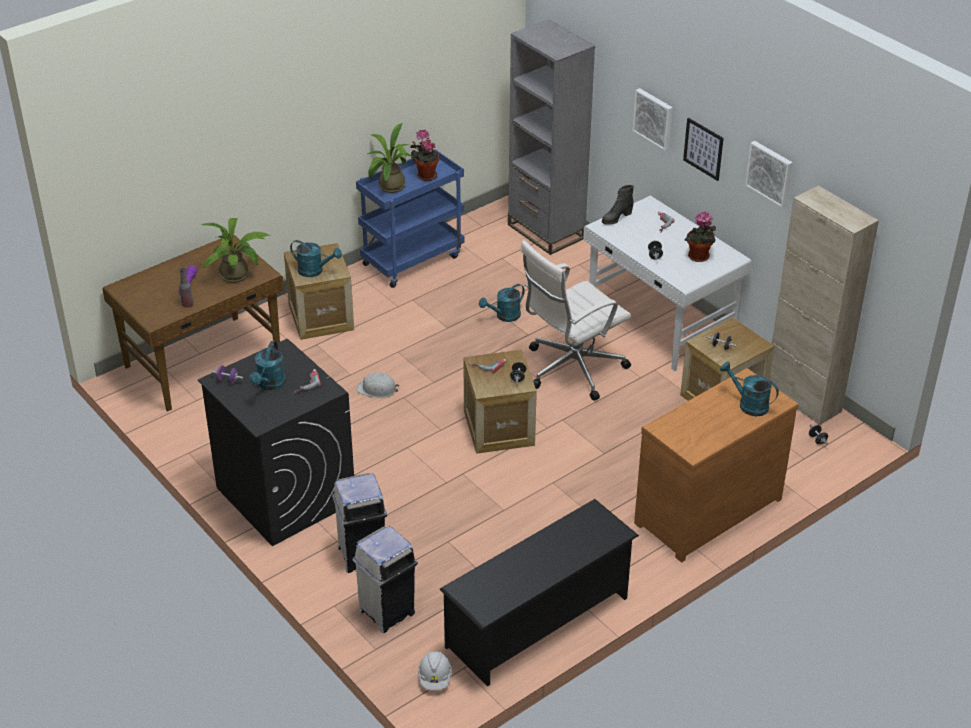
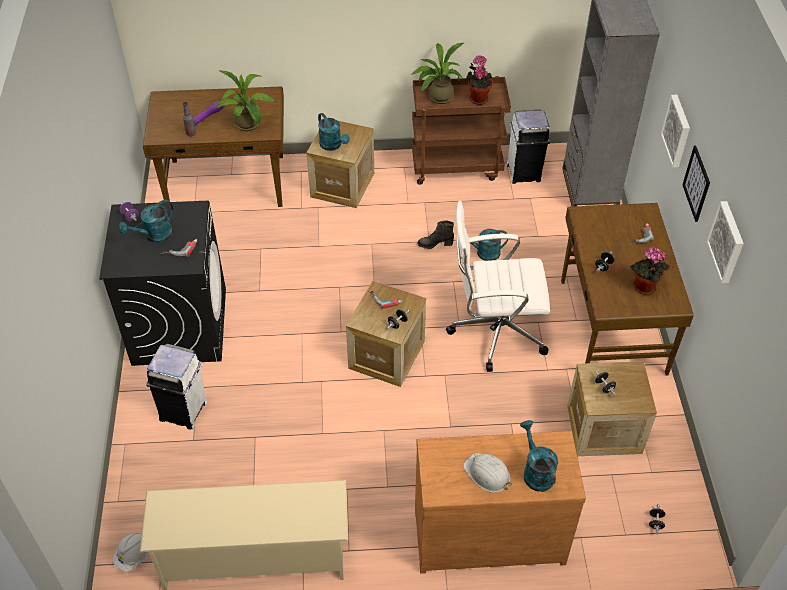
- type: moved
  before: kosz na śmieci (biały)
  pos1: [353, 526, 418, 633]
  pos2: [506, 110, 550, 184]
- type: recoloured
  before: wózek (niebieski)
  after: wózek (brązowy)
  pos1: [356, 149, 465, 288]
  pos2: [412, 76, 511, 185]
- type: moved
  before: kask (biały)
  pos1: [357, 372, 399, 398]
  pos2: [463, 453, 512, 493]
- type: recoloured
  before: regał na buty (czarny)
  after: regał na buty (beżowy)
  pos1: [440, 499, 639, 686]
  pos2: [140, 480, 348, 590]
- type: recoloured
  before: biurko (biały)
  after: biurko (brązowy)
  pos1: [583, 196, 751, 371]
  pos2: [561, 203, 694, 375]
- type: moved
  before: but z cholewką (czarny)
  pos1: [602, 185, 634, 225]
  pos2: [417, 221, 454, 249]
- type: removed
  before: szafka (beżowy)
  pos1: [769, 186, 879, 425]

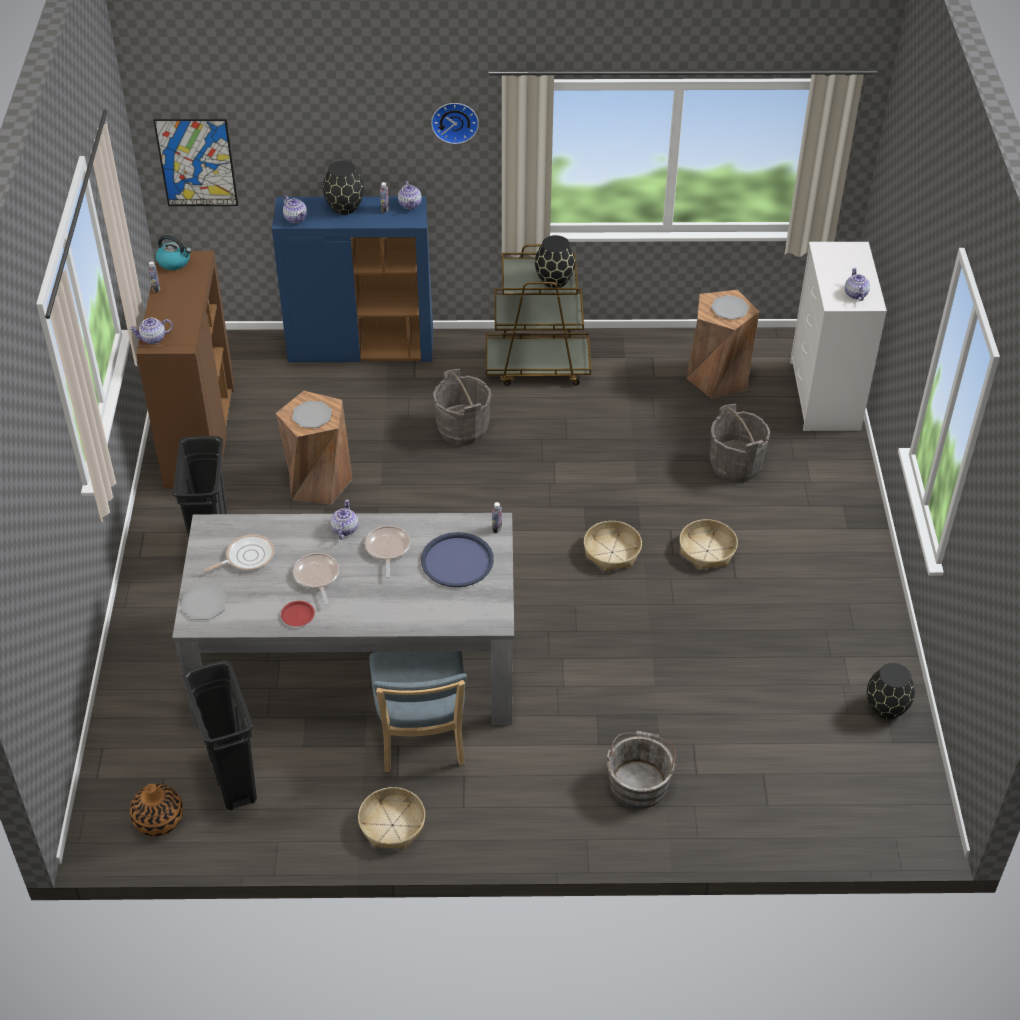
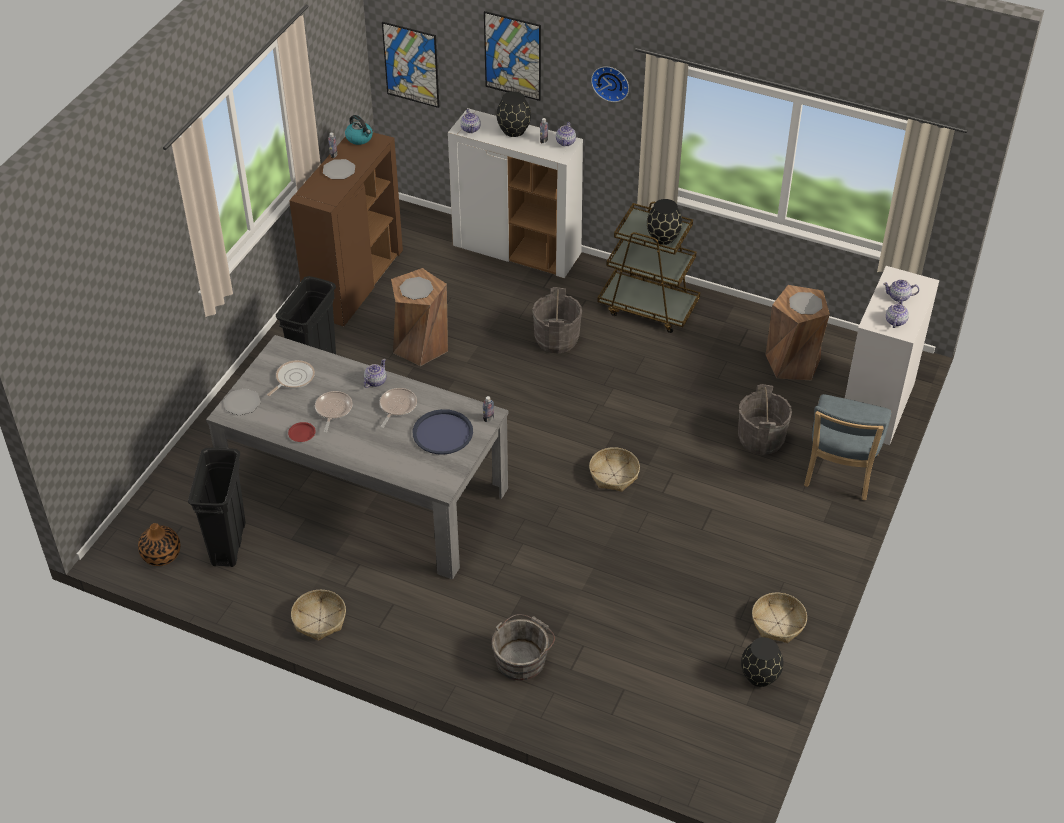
- type: moved
  before: imbryk
  pos1: [129, 318, 173, 344]
  pos2: [883, 279, 919, 302]
- type: turned
  before: patelnia
  pos1: [205, 534, 274, 572]
  pos2: [267, 360, 315, 396]
  turn: -45
- type: recoloured
  before: szafka (niebieski)
  after: szafka (biały)
  pos1: [272, 196, 433, 363]
  pos2: [448, 108, 583, 278]
- type: moved
  before: krzesło (niebieski)
  pos1: [369, 651, 467, 772]
  pos2: [804, 394, 891, 500]
- type: moved
  before: koszyk
  pos1: [679, 519, 738, 570]
  pos2: [752, 593, 807, 643]
- type: added
  after: talerz
  pos2: [323, 159, 355, 179]
- type: added
  after: obraz
  pos2: [484, 11, 541, 101]

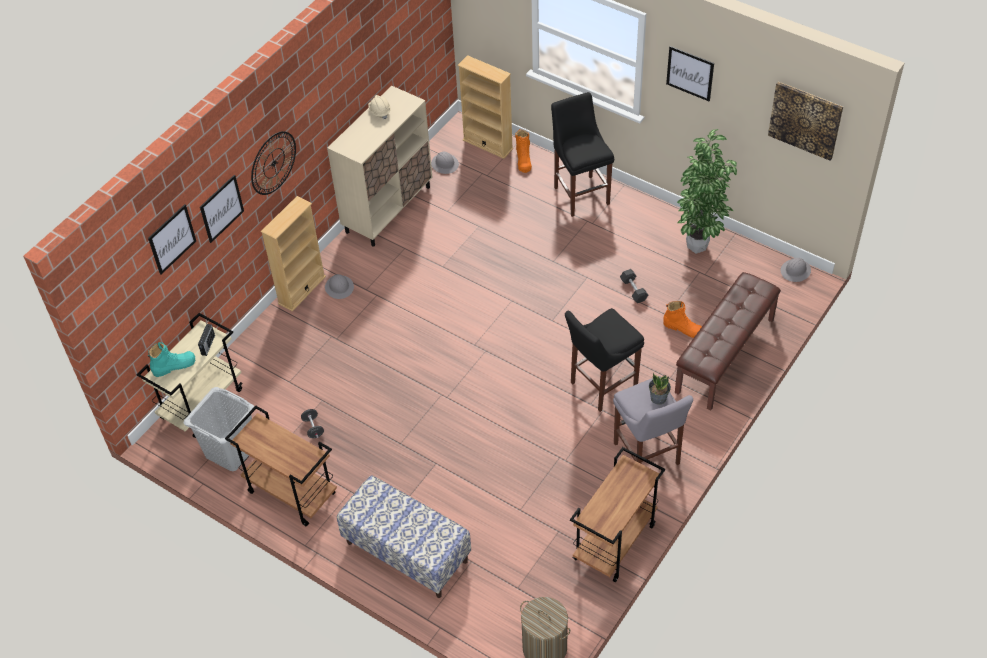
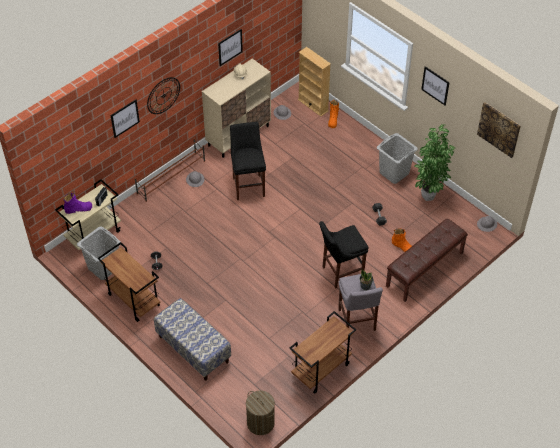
- type: moved
  before: obraz
  pos1: [148, 204, 196, 274]
  pos2: [218, 29, 243, 66]
- type: recoloured
  before: but z cholewką (turkusowy)
  after: but z cholewką (fioletowy)
  pos1: [148, 342, 195, 377]
  pos2: [63, 193, 92, 214]
- type: replaced
  before: regał (beżowy)
  after: regał na buty (brązowy)
  pos1: [261, 196, 326, 312]
  pos2: [135, 138, 205, 202]
- type: moved
  before: stołek (czarny)
  pos1: [551, 92, 614, 217]
  pos2: [230, 122, 266, 200]
- type: added
  after: kosz na pranie (szary)
  pos2: [377, 133, 418, 184]

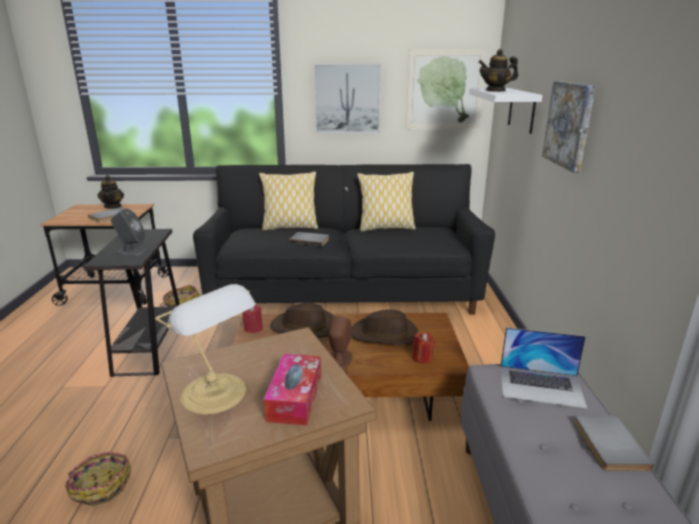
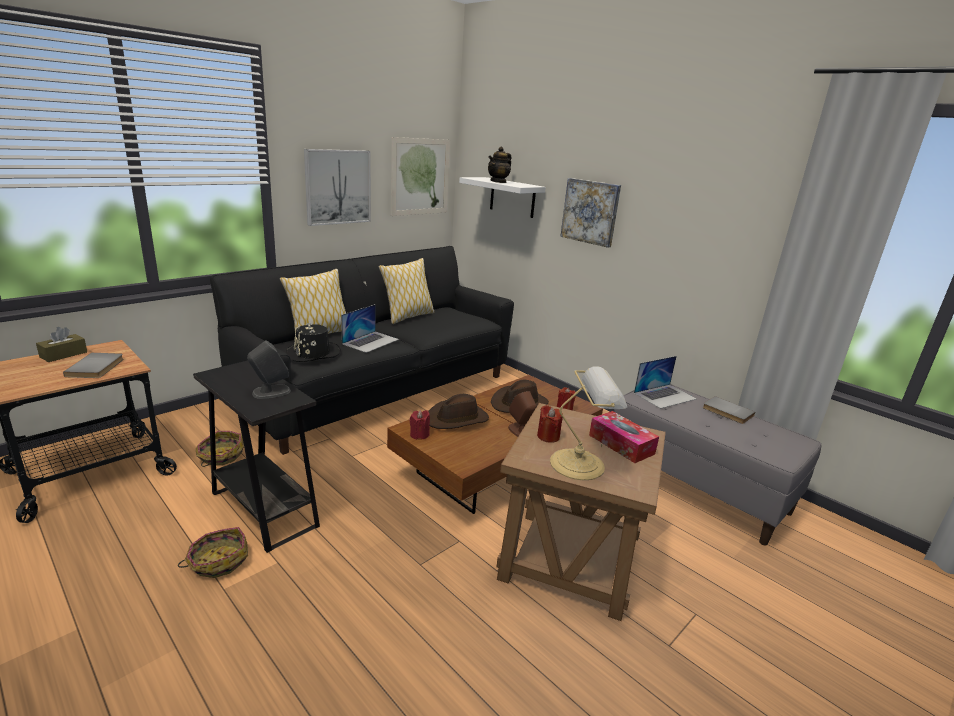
- type: moved
  before: koszyk
  pos1: [65, 452, 131, 506]
  pos2: [178, 527, 248, 578]
- type: replaced
  before: imbryk
  after: pudełko chusteczek (brązowy)
  pos1: [98, 175, 124, 209]
  pos2: [36, 327, 87, 362]
- type: replaced
  before: książka (szary)
  after: laptop
  pos1: [289, 232, 329, 246]
  pos2: [341, 304, 399, 353]
- type: added
  after: kapelusz (czarny)
  pos2: [286, 323, 341, 362]
- type: added
  after: świeca (czerwony)
  pos2: [537, 405, 563, 443]

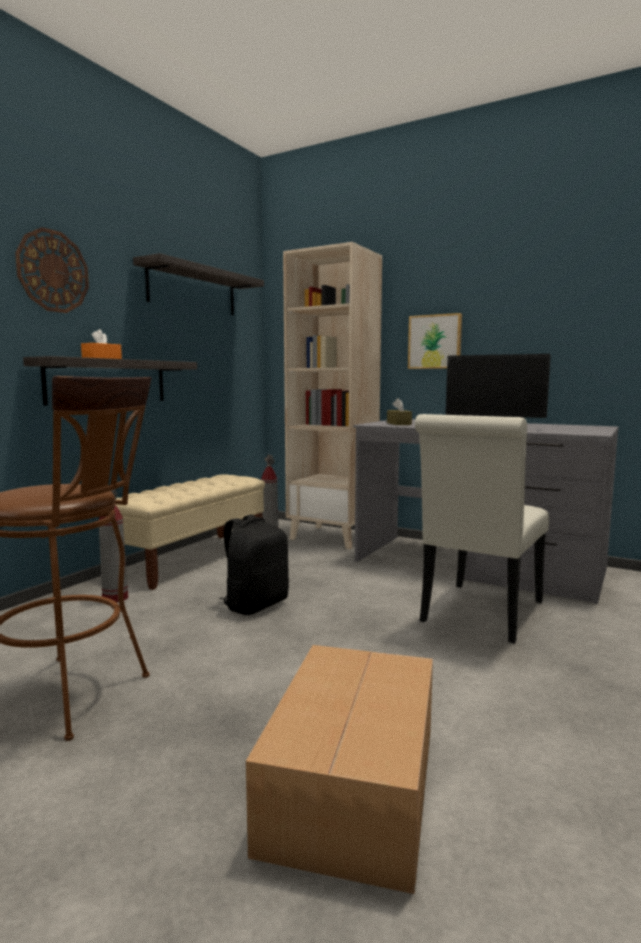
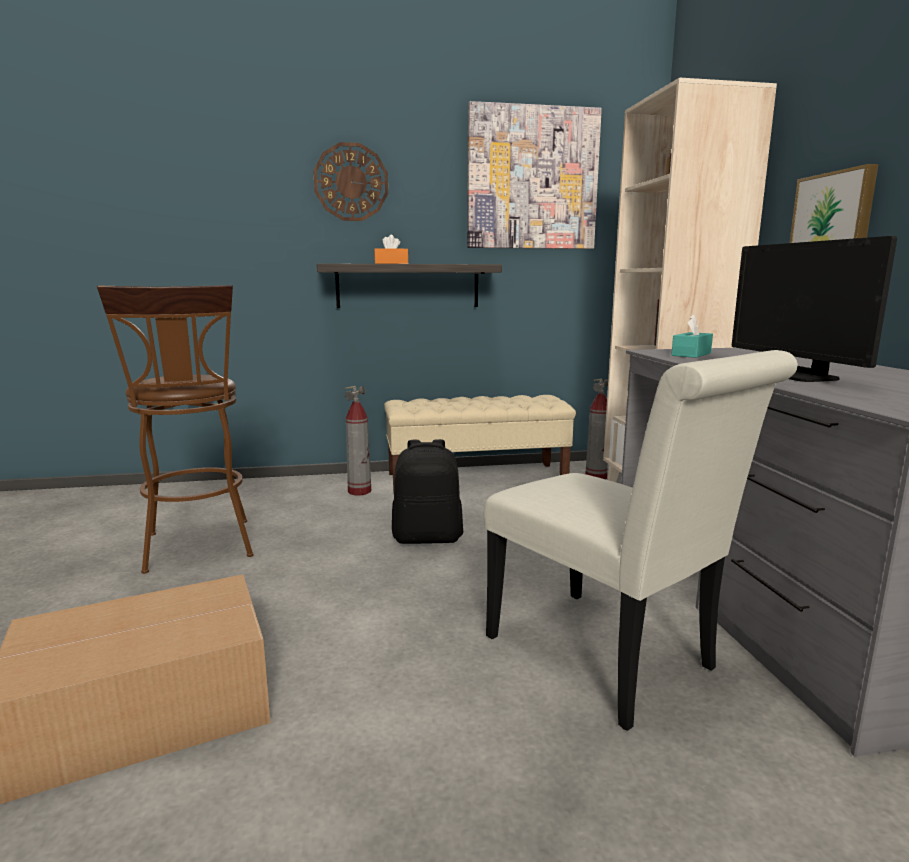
- type: replaced
  before: półka
  after: obraz
  pos1: [133, 253, 264, 315]
  pos2: [467, 101, 602, 249]
- type: recoloured
  before: pudełko chusteczek (brązowy)
  after: pudełko chusteczek (turkusowy)
  pos1: [387, 398, 412, 425]
  pos2: [671, 315, 713, 358]
- type: turned
  before: krzesło (biały)
  pos1: [415, 414, 549, 644]
  pos2: [484, 350, 798, 731]
  turn: -120

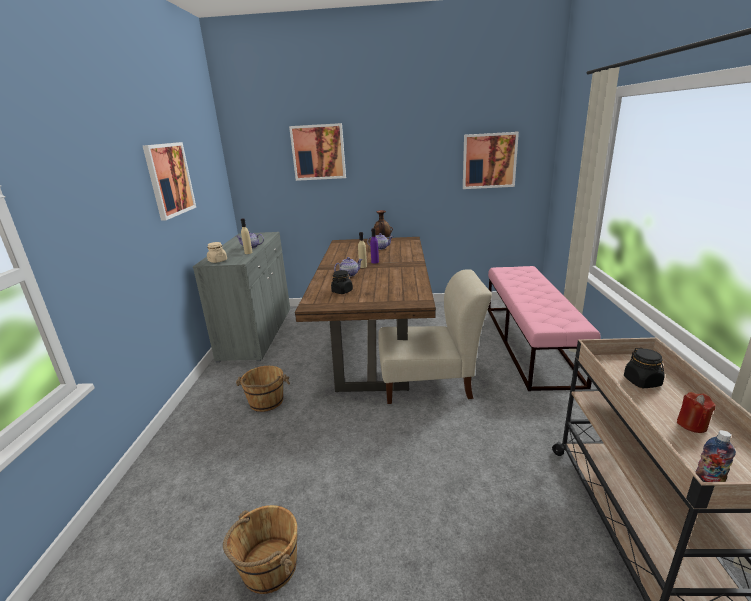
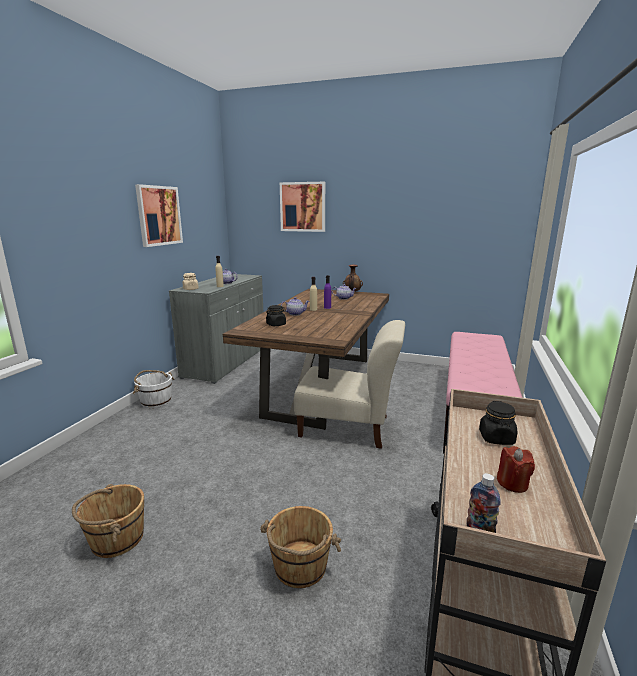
- type: moved
  before: wiadro (brązowy)
  pos1: [236, 366, 290, 412]
  pos2: [260, 506, 341, 588]
- type: removed
  before: obraz
  pos1: [463, 132, 519, 189]
- type: added
  after: wiadro (biały)
  pos2: [133, 370, 174, 408]

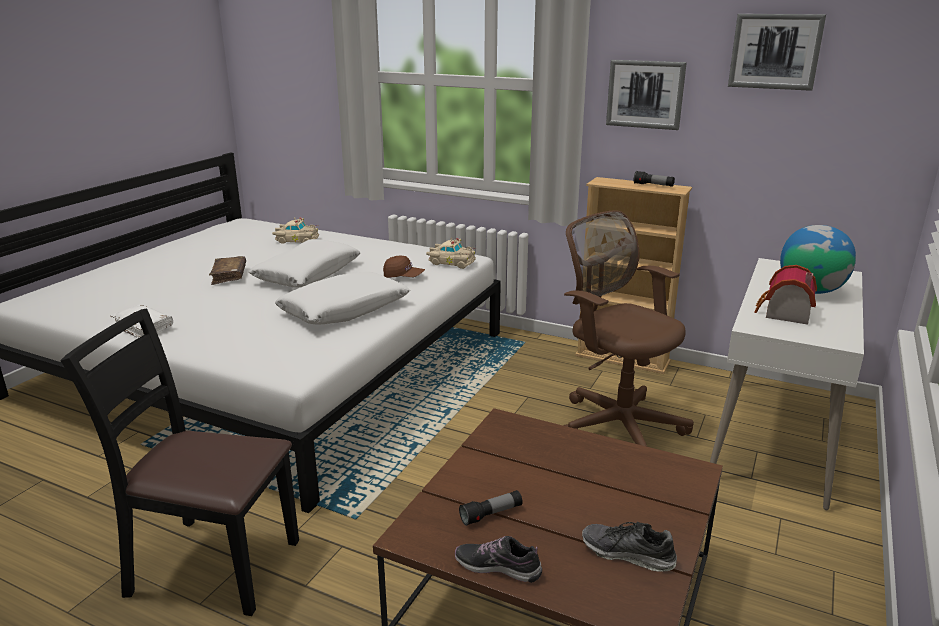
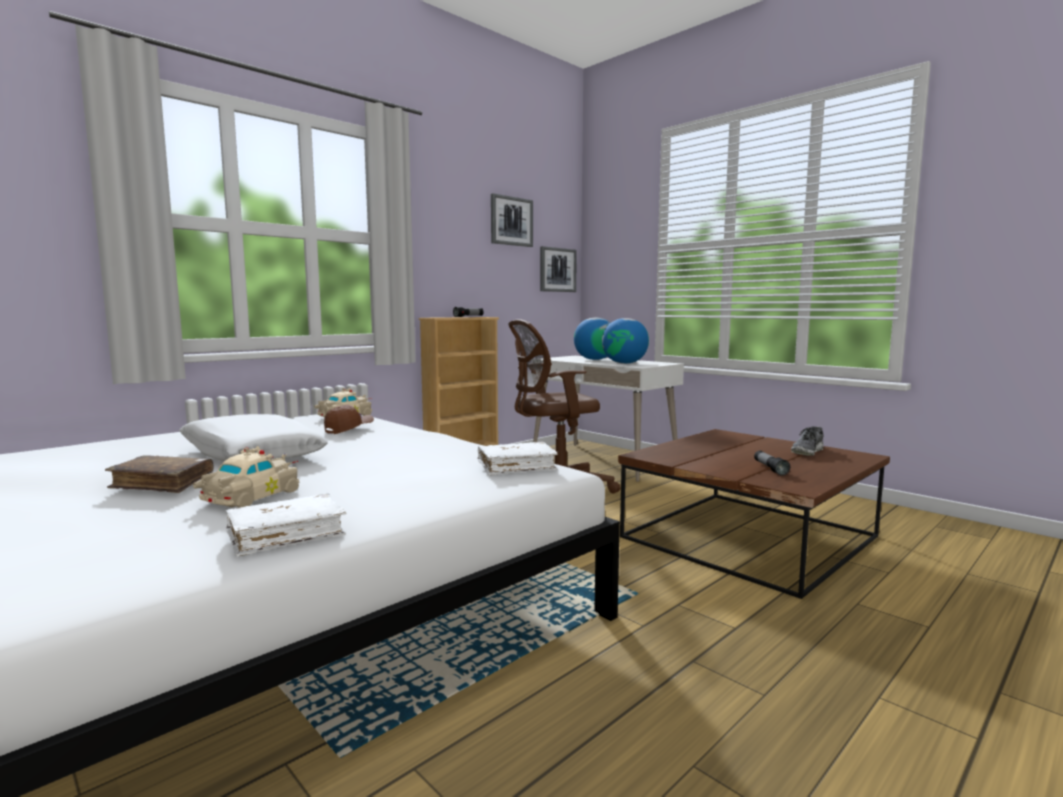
- type: removed
  before: krzesło (czarny)
  pos1: [60, 308, 299, 616]
- type: moved
  before: samochodzik (beżowy)
  pos1: [272, 217, 319, 244]
  pos2: [193, 446, 299, 508]
- type: removed
  before: poduszka (biały)
  pos1: [275, 272, 410, 324]
- type: removed
  before: but
  pos1: [455, 536, 542, 583]
- type: moved
  before: obraz
  pos1: [606, 60, 687, 130]
  pos2: [540, 246, 577, 292]
- type: replaced
  before: domek
  after: globus
  pos1: [754, 265, 817, 325]
  pos2: [602, 318, 649, 364]
- type: added
  after: książka (biały)
  pos2: [478, 442, 558, 475]

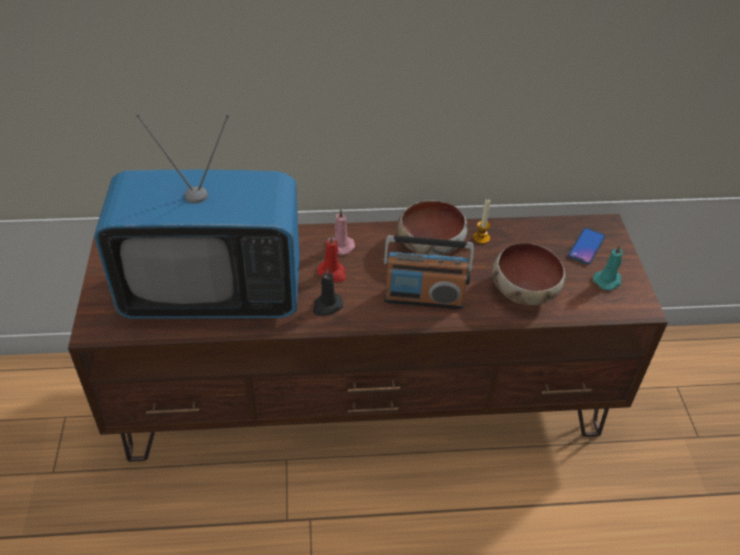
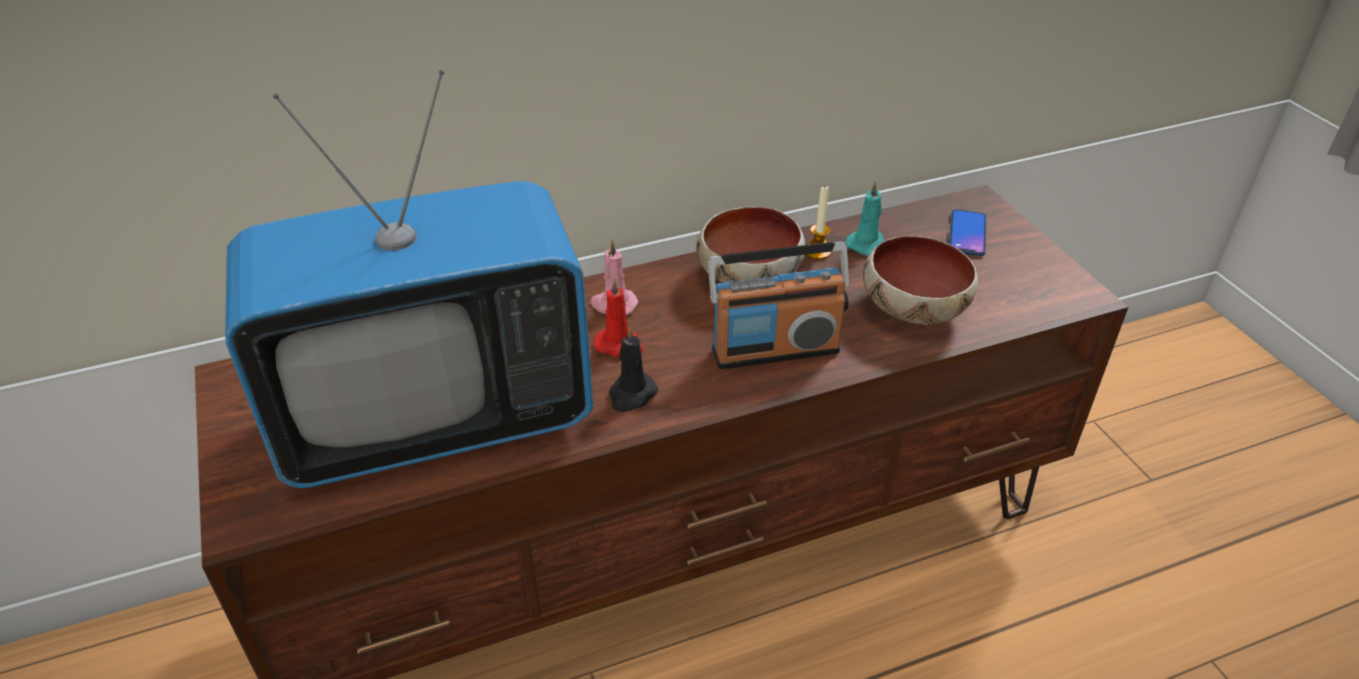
- type: moved
  before: świeca (turkusowy)
  pos1: [593, 244, 623, 290]
  pos2: [845, 181, 885, 255]

